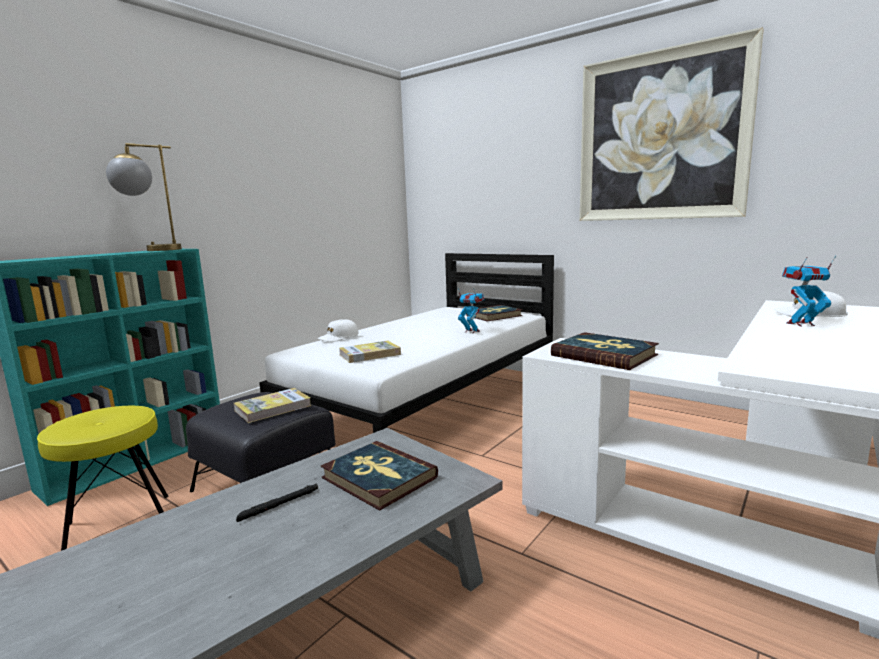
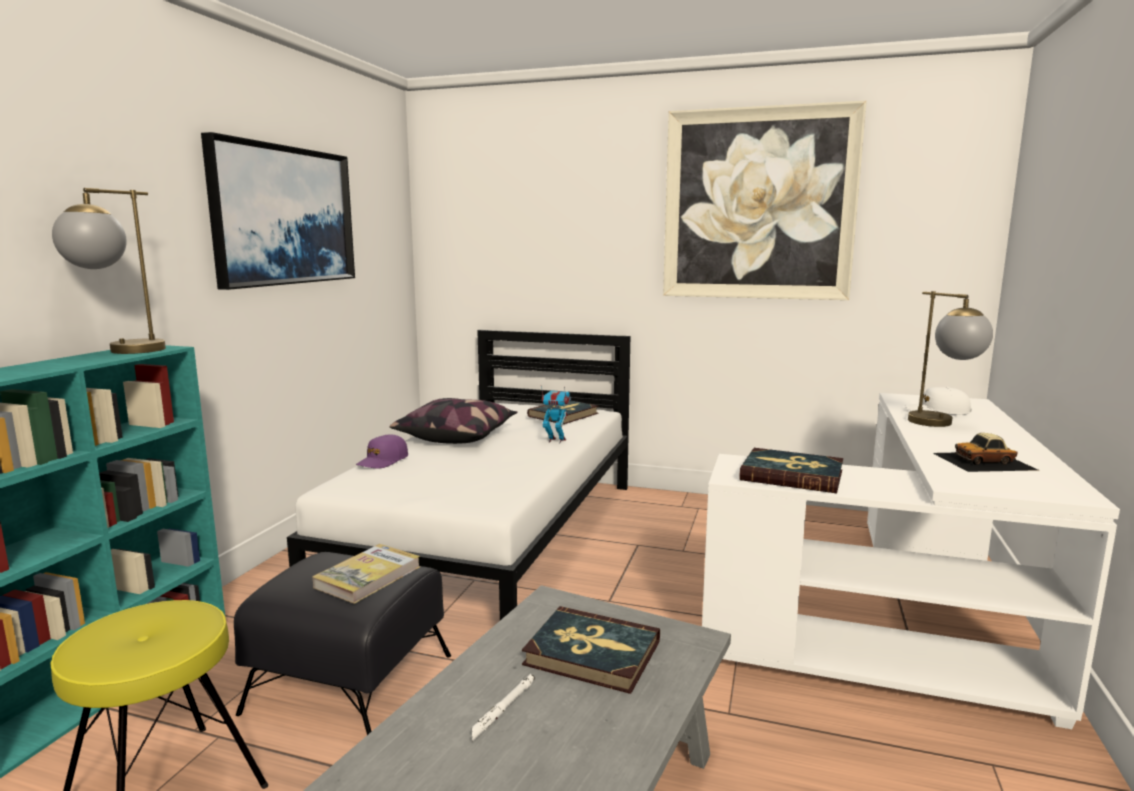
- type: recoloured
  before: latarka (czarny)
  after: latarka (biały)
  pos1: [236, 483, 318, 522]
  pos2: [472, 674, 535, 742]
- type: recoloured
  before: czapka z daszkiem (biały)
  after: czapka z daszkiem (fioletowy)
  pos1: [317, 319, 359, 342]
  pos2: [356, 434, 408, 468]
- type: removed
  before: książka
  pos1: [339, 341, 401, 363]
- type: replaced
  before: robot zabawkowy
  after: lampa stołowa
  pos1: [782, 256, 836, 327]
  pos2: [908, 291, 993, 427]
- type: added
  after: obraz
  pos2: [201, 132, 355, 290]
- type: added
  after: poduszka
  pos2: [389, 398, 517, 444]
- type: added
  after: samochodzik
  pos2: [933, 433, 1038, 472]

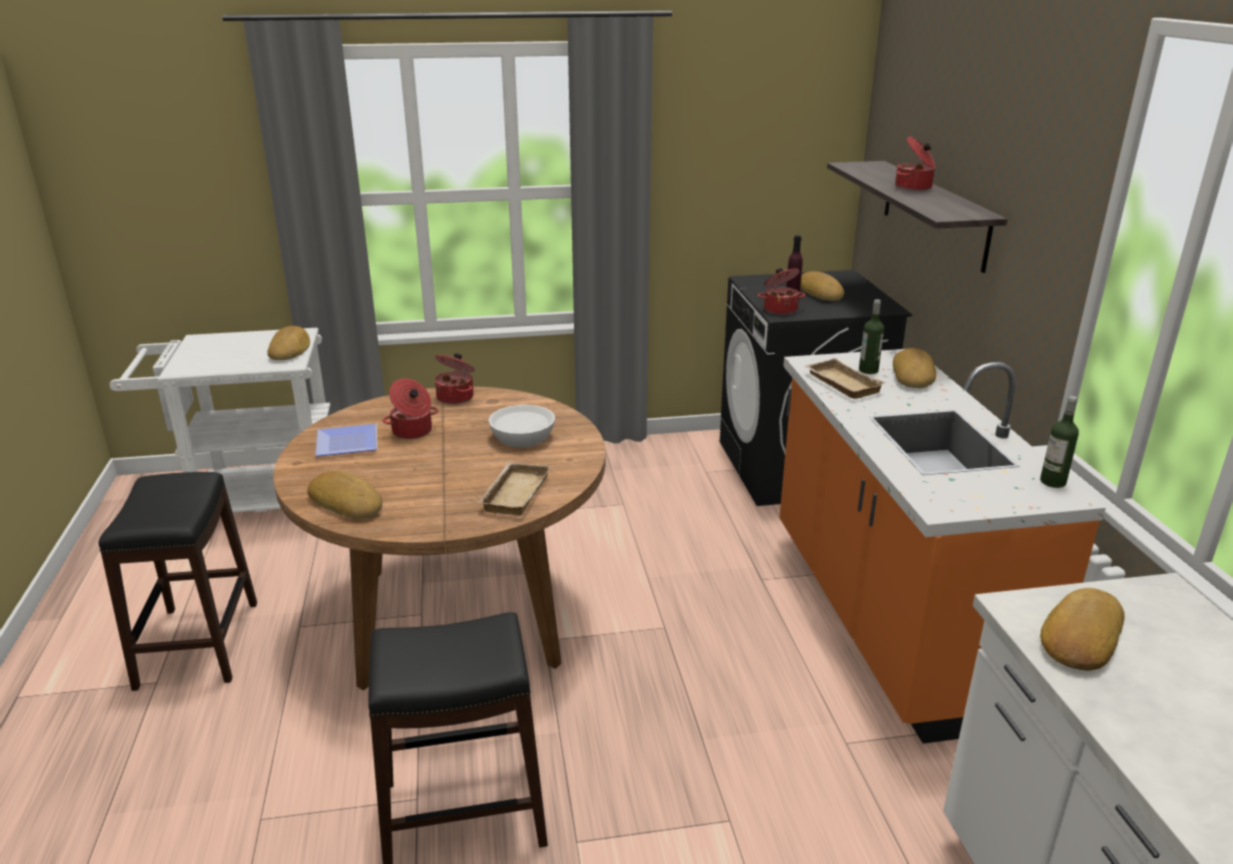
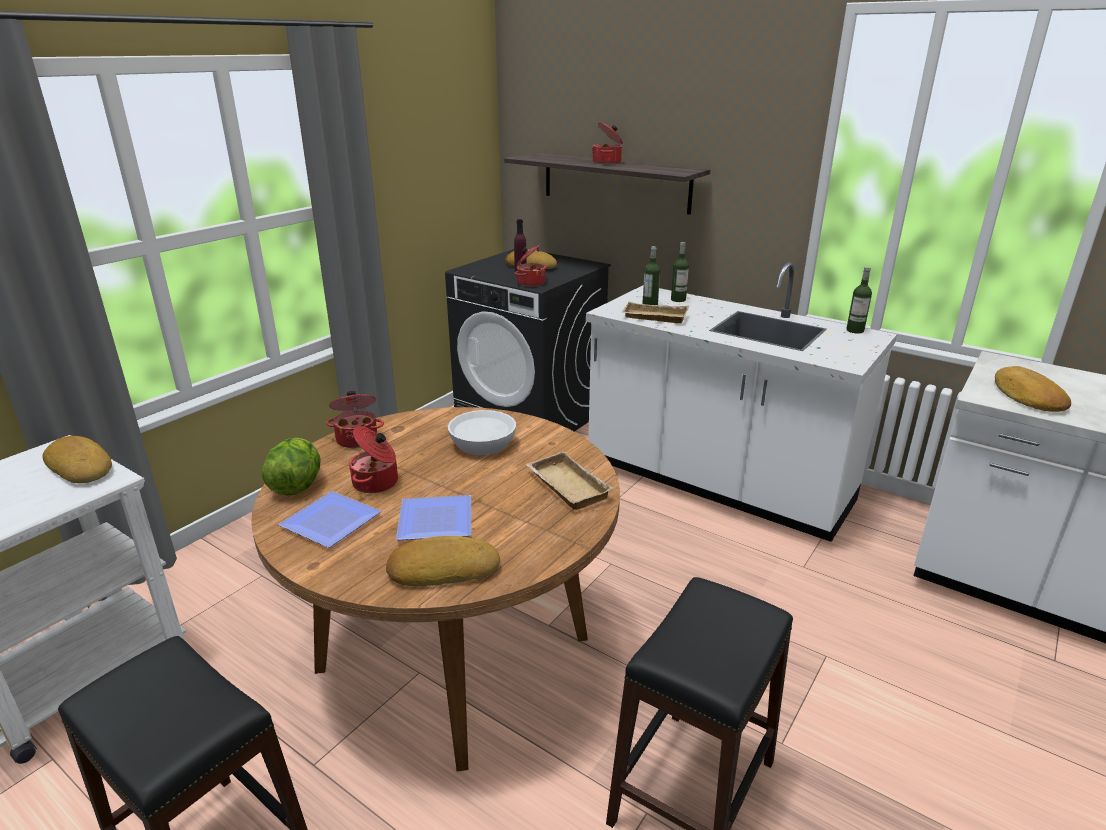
- type: recoloured
  before: zabudowa kuchenna (pomarańczowy)
  after: zabudowa kuchenna (biały)
  pos1: [779, 349, 1106, 744]
  pos2: [586, 262, 897, 542]
- type: replaced
  before: chleb
  after: butelka
  pos1: [893, 348, 936, 388]
  pos2: [671, 242, 689, 302]
- type: added
  after: sałata
  pos2: [262, 438, 320, 496]
- type: added
  after: talerz
  pos2: [396, 495, 471, 540]

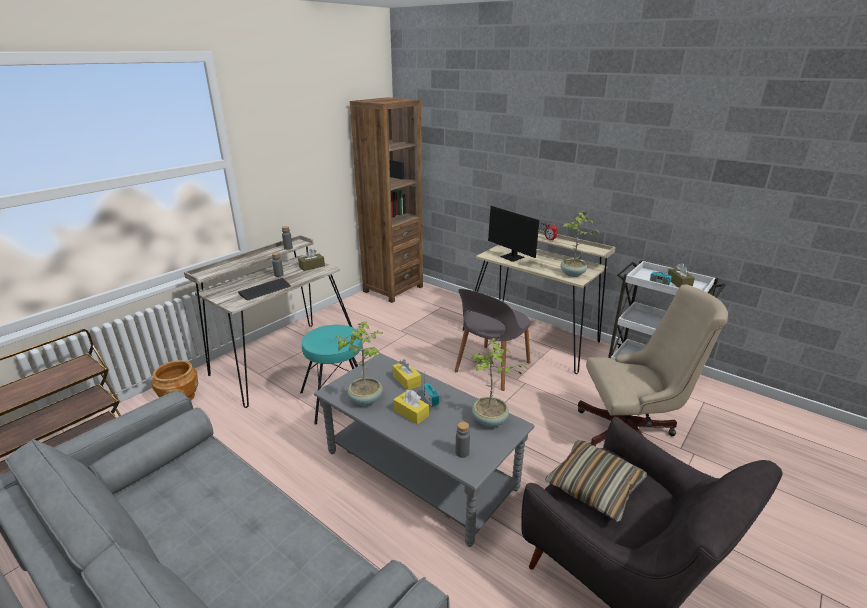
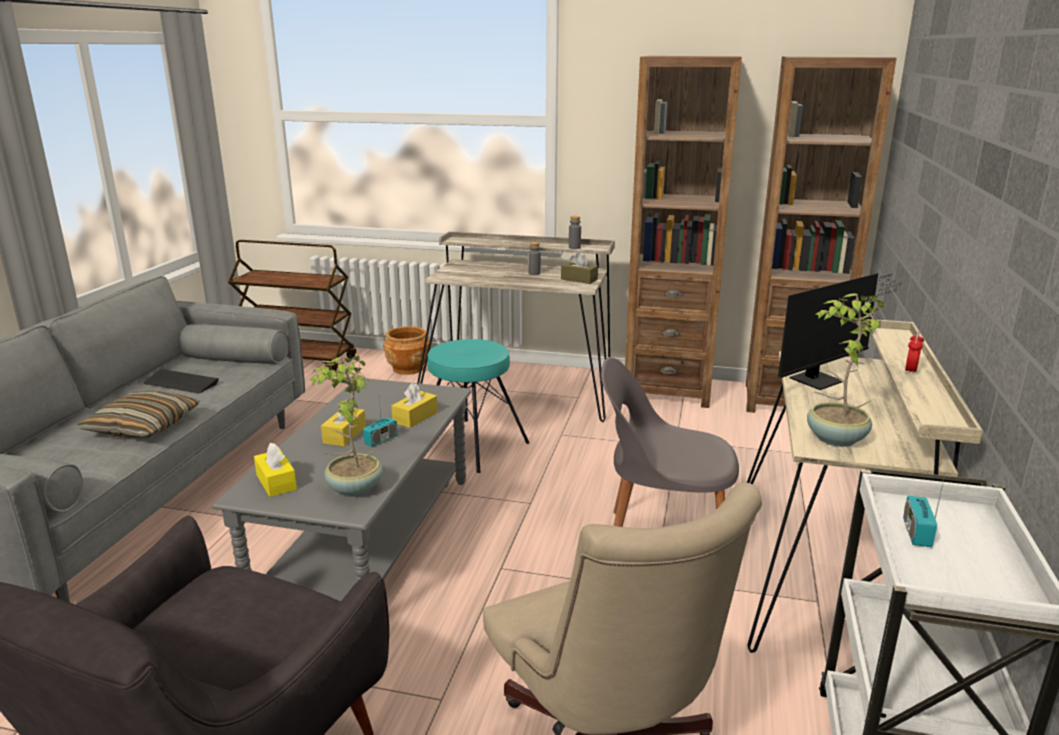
- type: moved
  before: klawiatura
  pos1: [238, 278, 291, 300]
  pos2: [144, 369, 219, 394]
- type: removed
  before: roślina doniczkowa
  pos1: [335, 322, 383, 406]
- type: replaced
  before: butelka (szary)
  after: pudełko chusteczek (żółty)
  pos1: [455, 422, 470, 458]
  pos2: [254, 443, 297, 497]
- type: turned
  before: monitor
  pos1: [488, 206, 555, 262]
  pos2: [778, 273, 902, 390]
  turn: -150
- type: moved
  before: poduszka
  pos1: [545, 440, 647, 522]
  pos2: [77, 391, 200, 438]
- type: removed
  before: pudełko chusteczek (brązowy)
  pos1: [668, 263, 695, 288]
- type: added
  after: regał (brązowy)
  pos2: [625, 56, 742, 408]

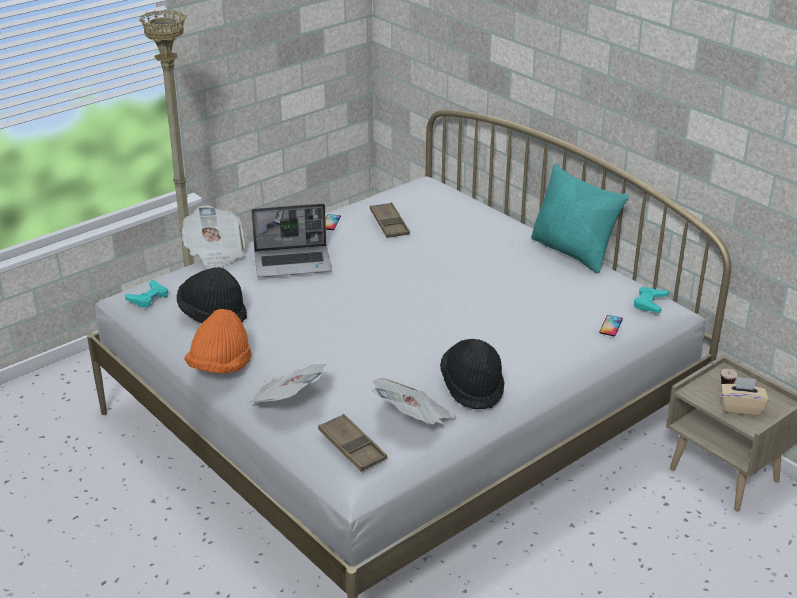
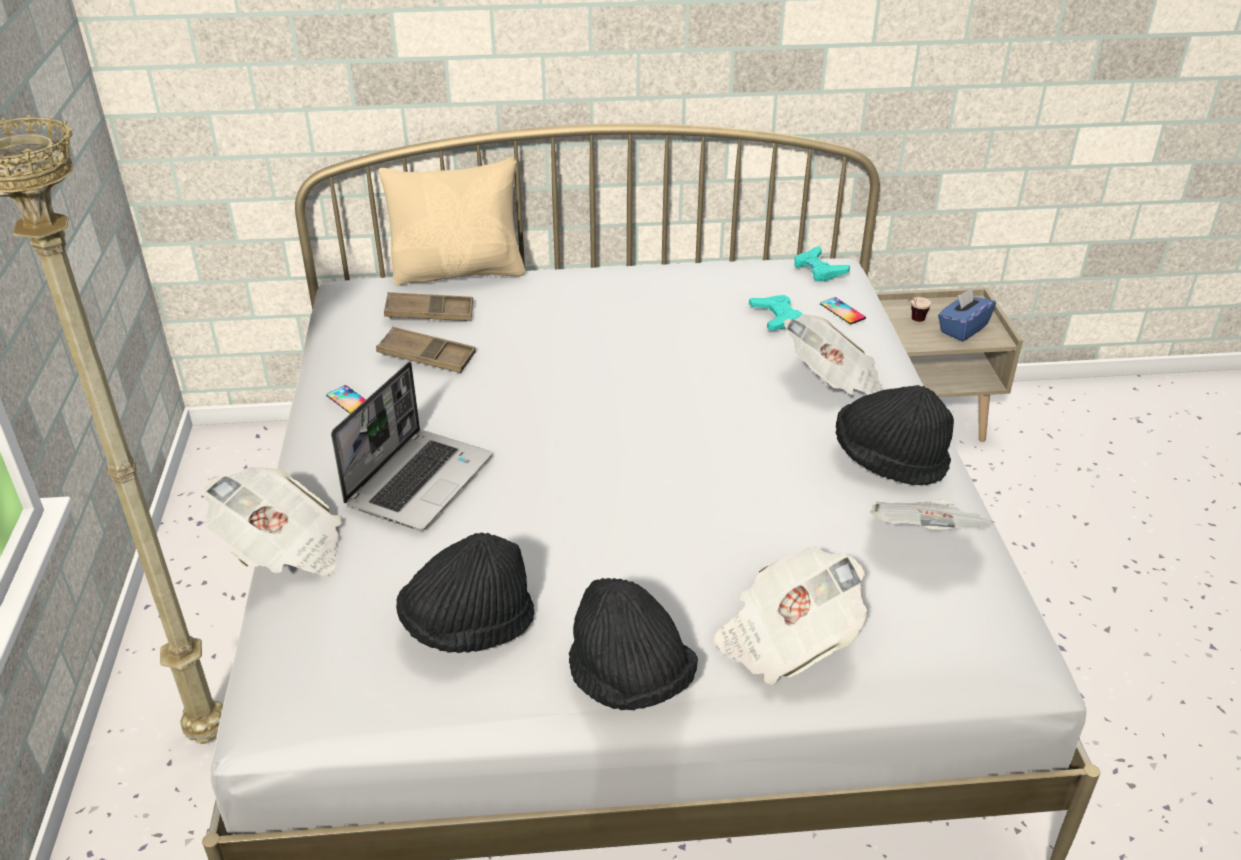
- type: moved
  before: pad do gier (turkusowy)
  pos1: [125, 280, 168, 308]
  pos2: [749, 295, 803, 330]
- type: recoloured
  before: kapelusz (pomarańczowy)
  after: kapelusz (czarny)
  pos1: [184, 309, 252, 373]
  pos2: [569, 578, 698, 710]
- type: moved
  before: taca (brązowy)
  pos1: [318, 414, 387, 471]
  pos2: [384, 292, 473, 321]
- type: removed
  before: poduszka (turkusowy)
  pos1: [531, 164, 629, 273]
- type: recoloured
  before: pudełko chusteczek (beżowy)
  after: pudełko chusteczek (niebieski)
  pos1: [721, 377, 769, 416]
  pos2: [938, 287, 996, 341]
- type: added
  after: poduszka (beżowy)
  pos2: [378, 156, 525, 286]
- type: added
  after: gazeta
  pos2: [784, 315, 884, 395]

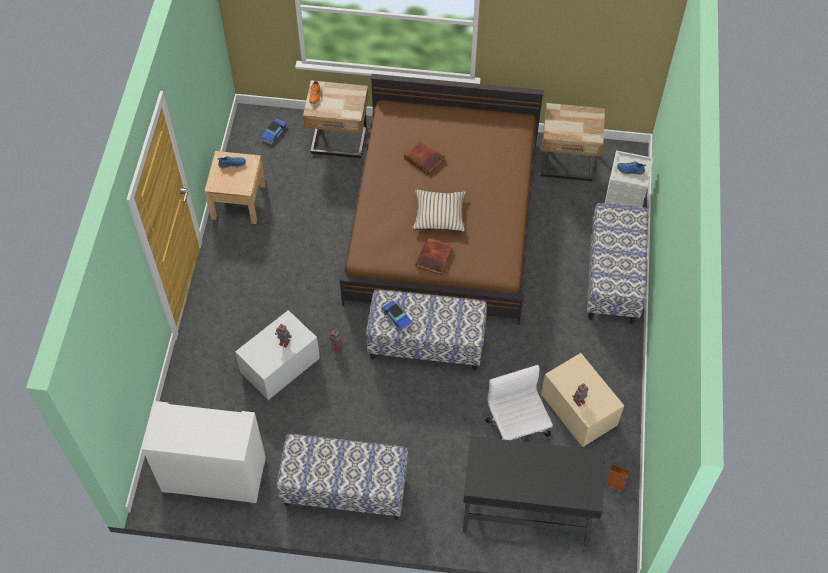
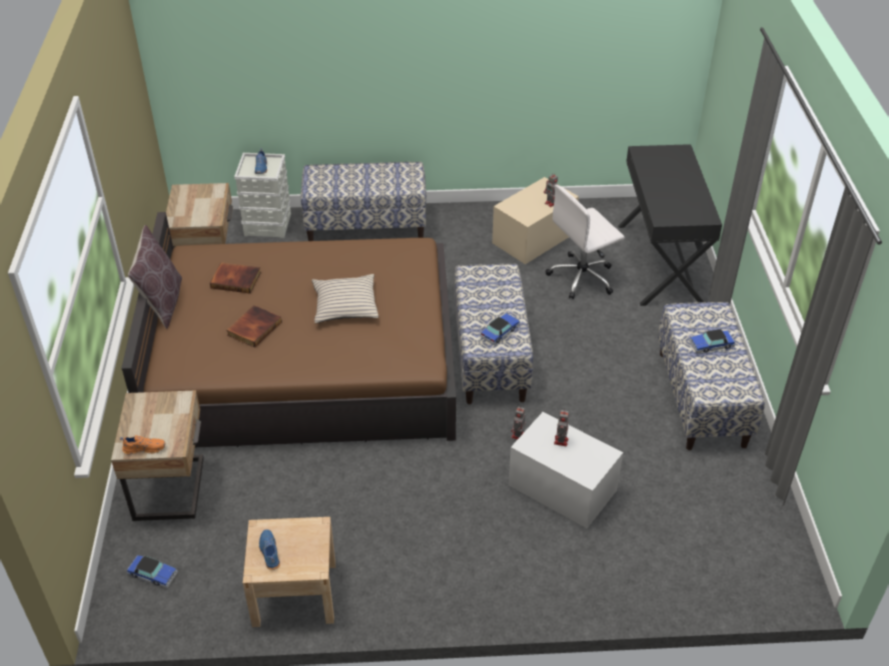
- type: removed
  before: komoda (biały)
  pos1: [142, 401, 266, 504]
- type: moved
  before: książka
  pos1: [416, 238, 453, 275]
  pos2: [210, 262, 261, 294]
- type: removed
  before: domek
  pos1: [605, 465, 629, 491]
- type: added
  after: poduszka (brązowy)
  pos2: [128, 225, 182, 329]
- type: added
  after: samochodzik
  pos2: [689, 329, 735, 353]

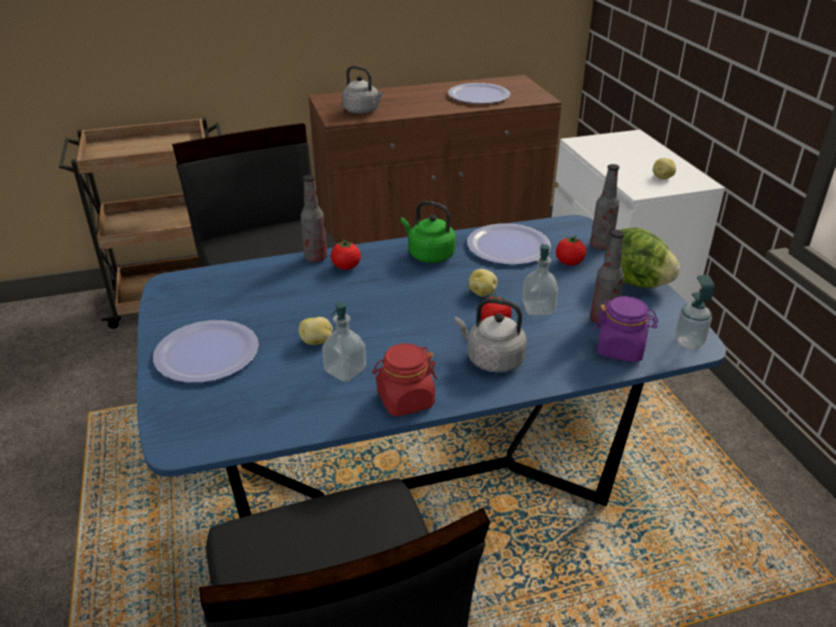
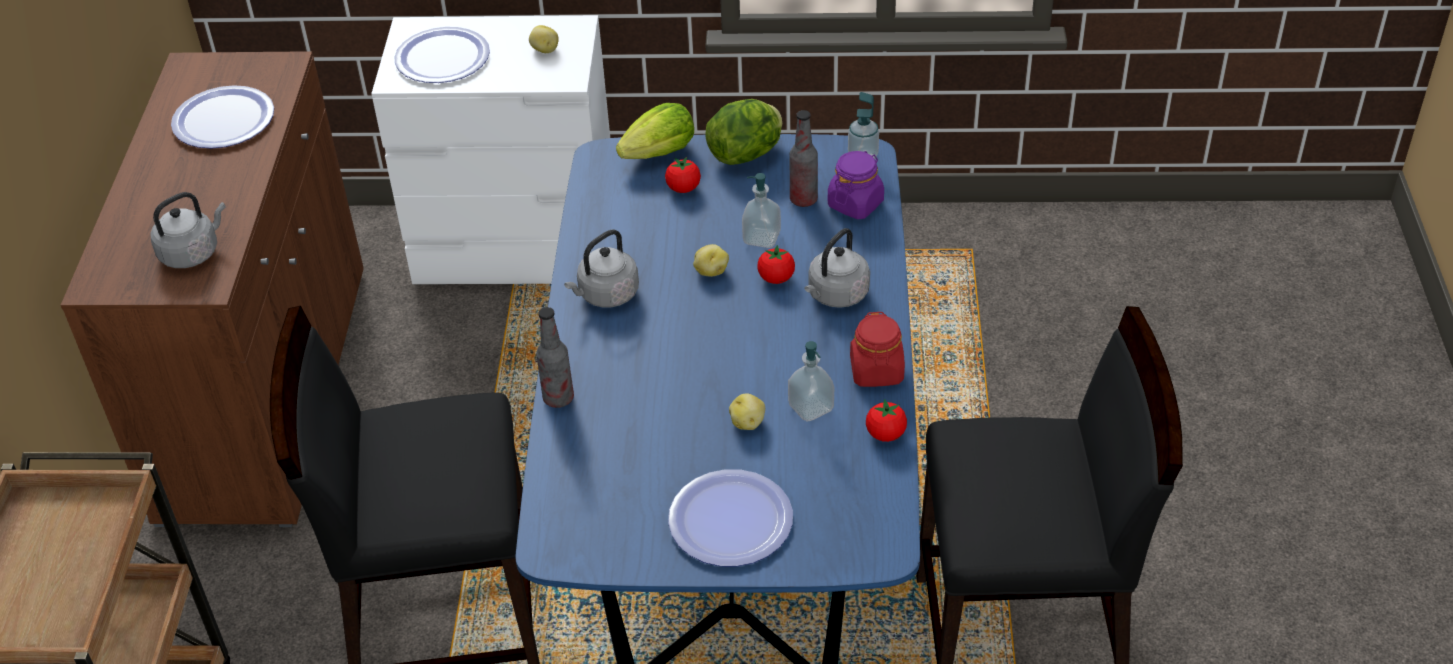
- type: moved
  before: pomidor
  pos1: [331, 239, 361, 270]
  pos2: [866, 399, 907, 442]
- type: recoloured
  before: czajnik (zielony)
  after: czajnik (szary)
  pos1: [401, 201, 456, 263]
  pos2: [564, 229, 639, 307]
- type: moved
  before: talerz
  pos1: [467, 223, 551, 265]
  pos2: [394, 27, 490, 83]
- type: replaced
  before: butelka
  after: sałata
  pos1: [590, 164, 619, 250]
  pos2: [616, 103, 694, 159]

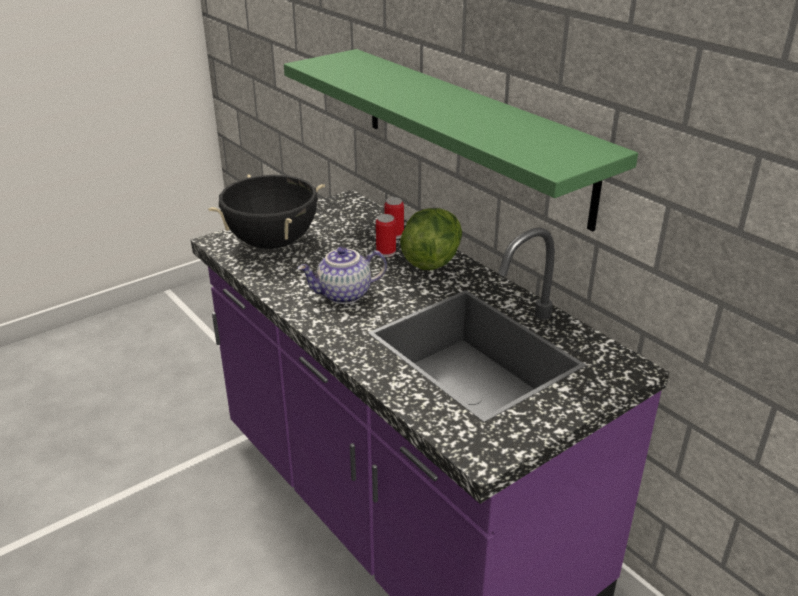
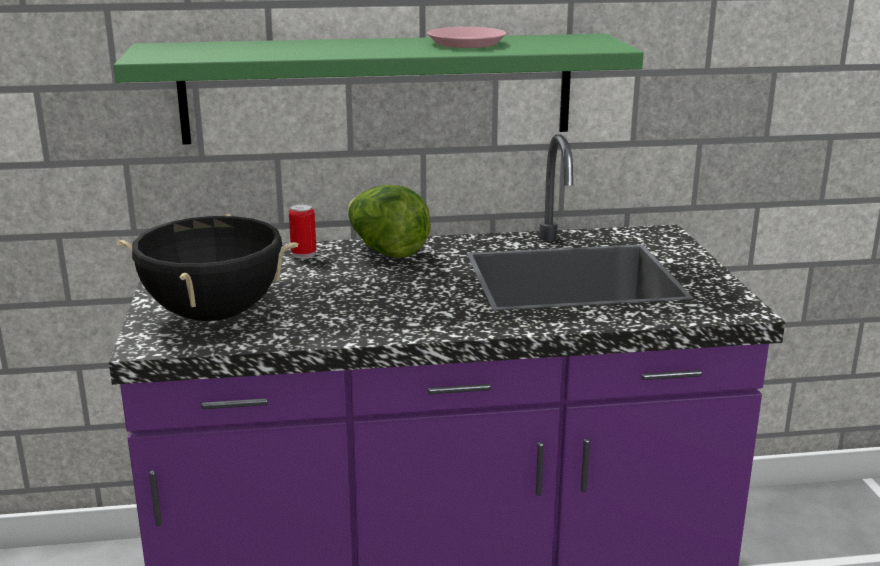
- type: removed
  before: imbryk
  pos1: [297, 247, 387, 304]
- type: removed
  before: puszka
  pos1: [376, 214, 396, 257]
- type: added
  after: talerz (różowy)
  pos2: [427, 27, 506, 48]

